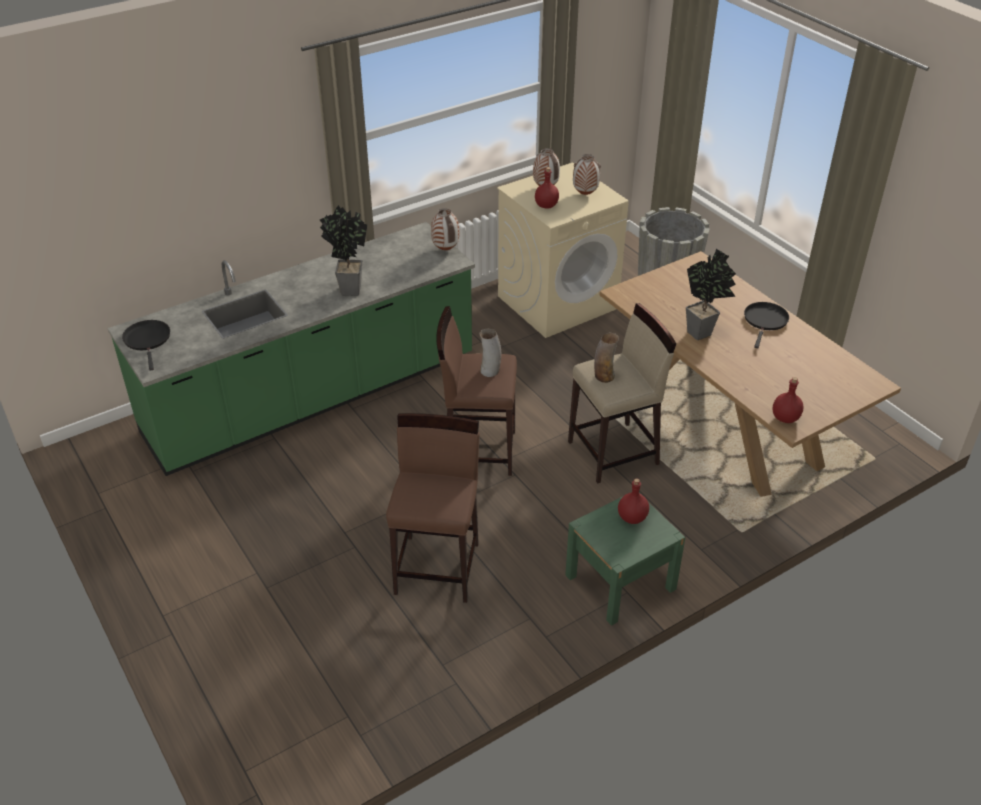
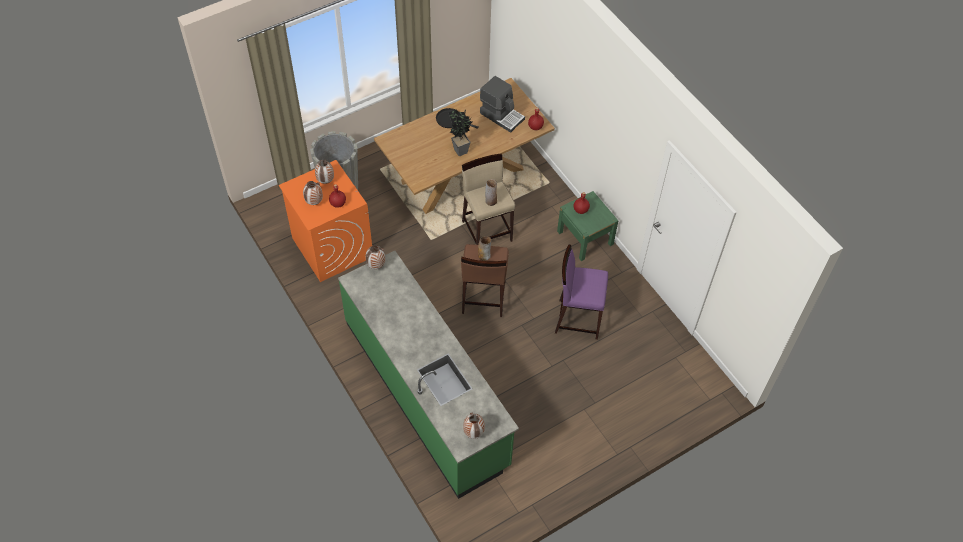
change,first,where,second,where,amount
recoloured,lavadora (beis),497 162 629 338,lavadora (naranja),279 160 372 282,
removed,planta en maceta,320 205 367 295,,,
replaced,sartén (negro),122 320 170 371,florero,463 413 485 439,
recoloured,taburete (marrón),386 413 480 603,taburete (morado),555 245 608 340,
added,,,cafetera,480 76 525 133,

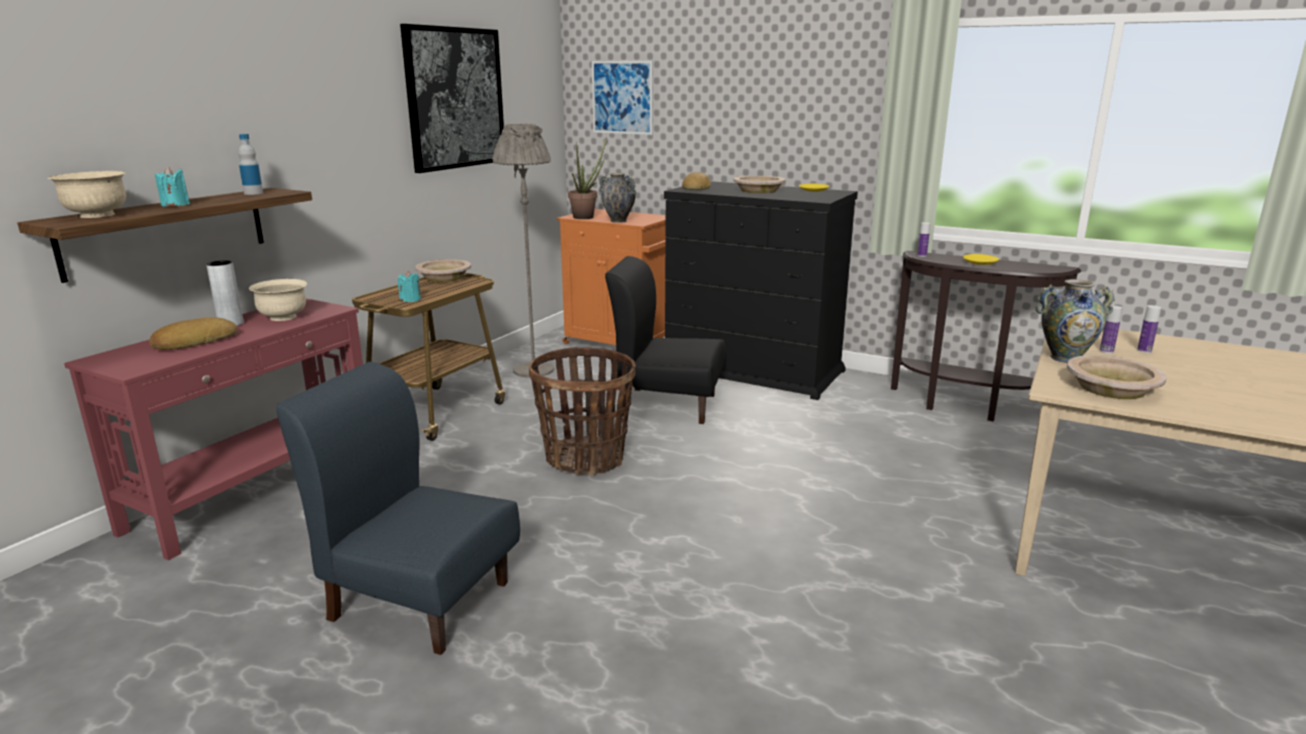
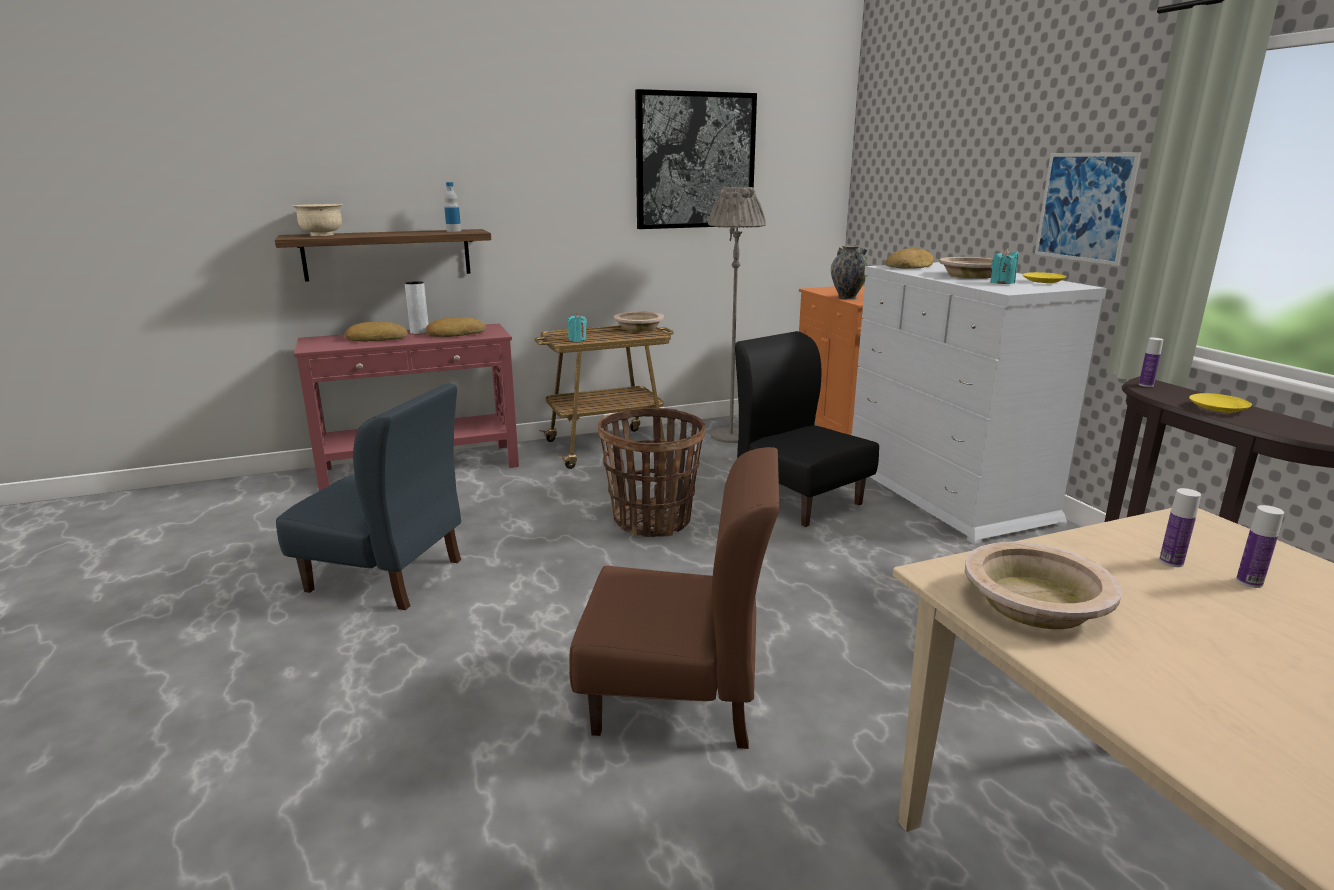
change,first,where,second,where,amount
moved,cuadro,592 61 653 135,,1035 152 1141 266,
removed,planta en maceta,568 137 607 219,,,
moved,vela (turquesa),155 166 190 207,,990 248 1018 284,
recoloured,cómoda (negro),664 181 858 400,cómoda (blanco),852 262 1107 544,
replaced,cuenco (beis),249 279 307 321,pan,425 317 486 337,
removed,florero,1036 279 1115 363,,,
turned,silla (azul),277 362 520 655,,276 384 461 610,135 degrees clockwise
added,,,silla (marrón),569 447 779 749,

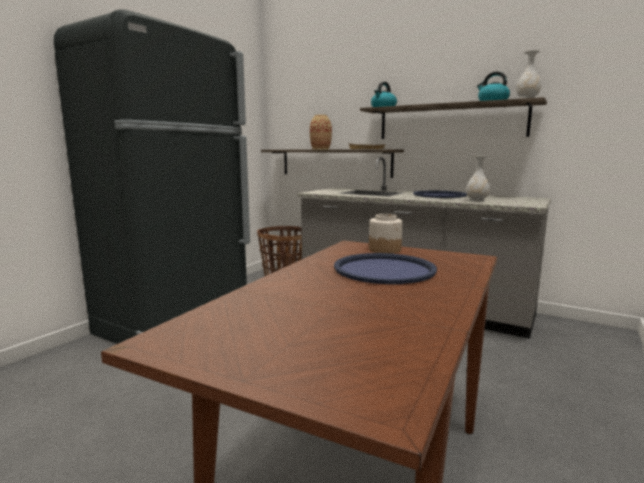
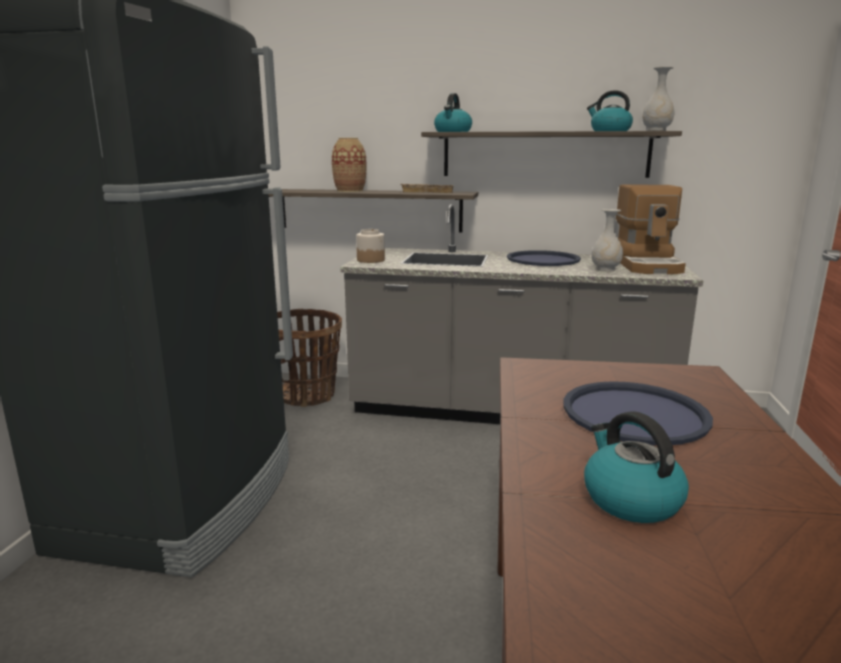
change,first,where,second,where,amount
moved,tarro,369 214 402 254,,356 229 385 263,
added,,,cafetera,616 185 686 274,
added,,,hervidor,584 411 689 523,

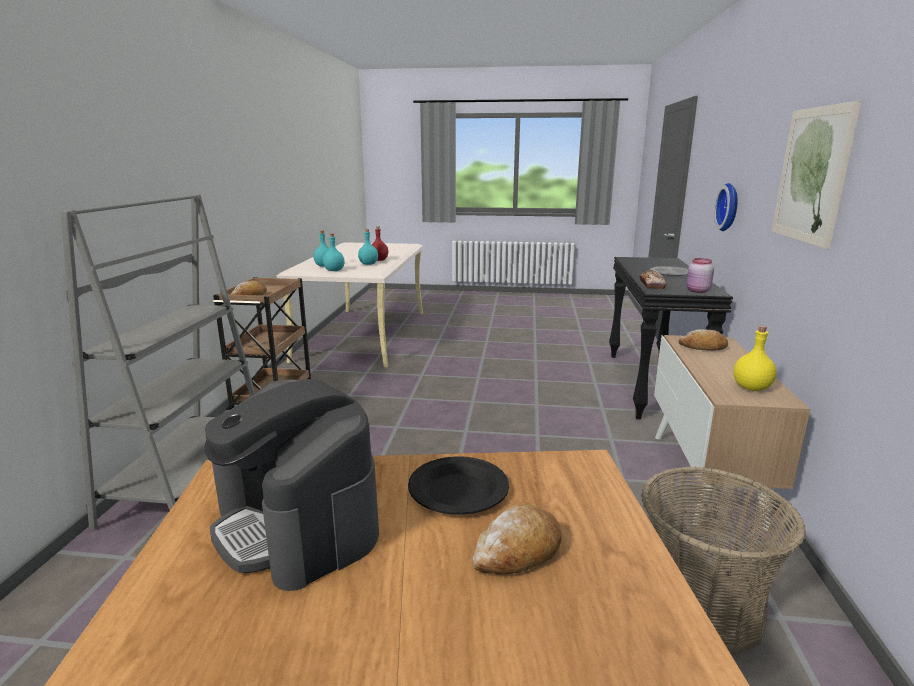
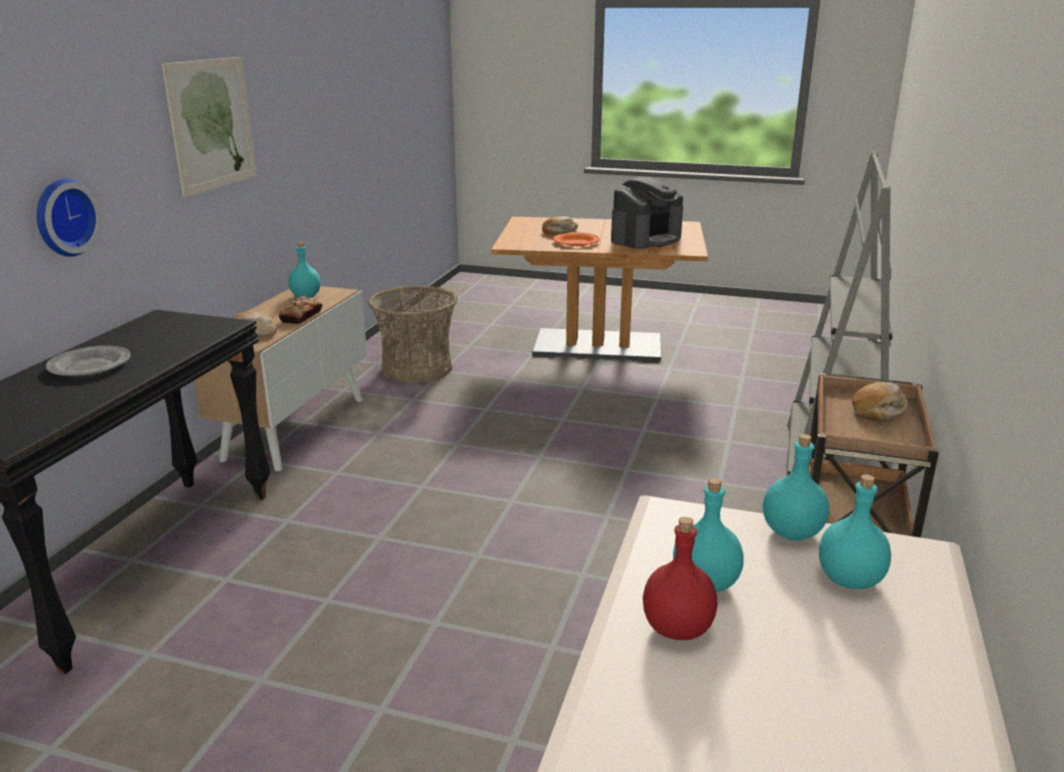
change,first,where,second,where,amount
removed,tarro (rosa),686 258 714 293,,,
moved,pan,639 270 667 289,,279 296 322 324,
recoloured,botella (amarillo),733 326 777 391,botella (turquesa),288 242 321 298,
turned,cafetera,205 379 379 591,,611 177 683 249,75 degrees clockwise
recoloured,plato (negro),408 456 509 515,plato (naranja),553 233 600 246,

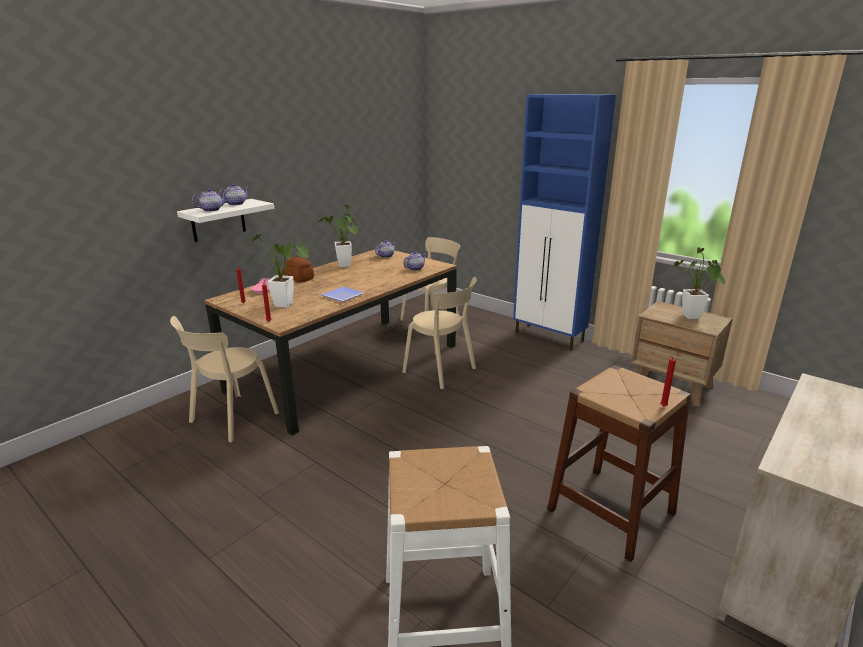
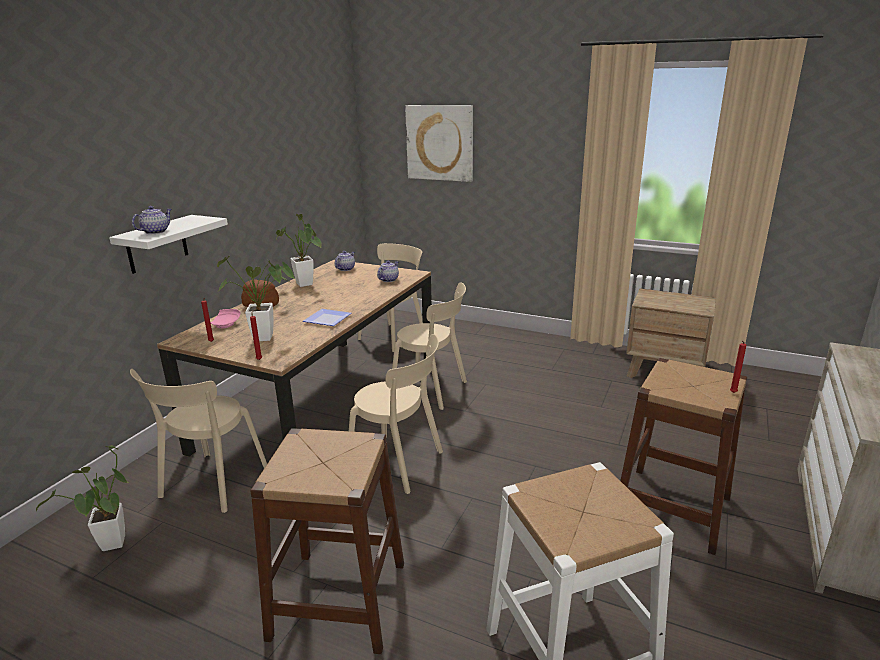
change,first,where,second,where,amount
removed,armario (azul),513 94 616 350,,,
removed,tetera,218 184 249 205,,,
moved,planta en maceta,674 247 725 319,,36 445 128 551,
added,,,cuadro,405 105 473 182,
added,,,silla (beis),349 334 443 494,
added,,,taburete (marrón),250 428 404 654,

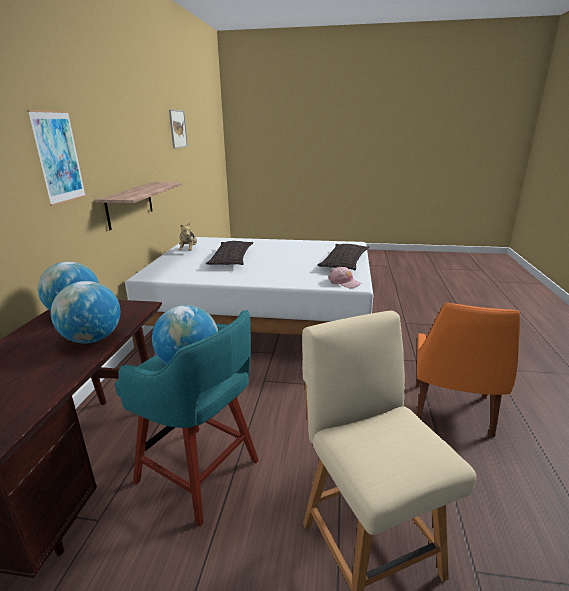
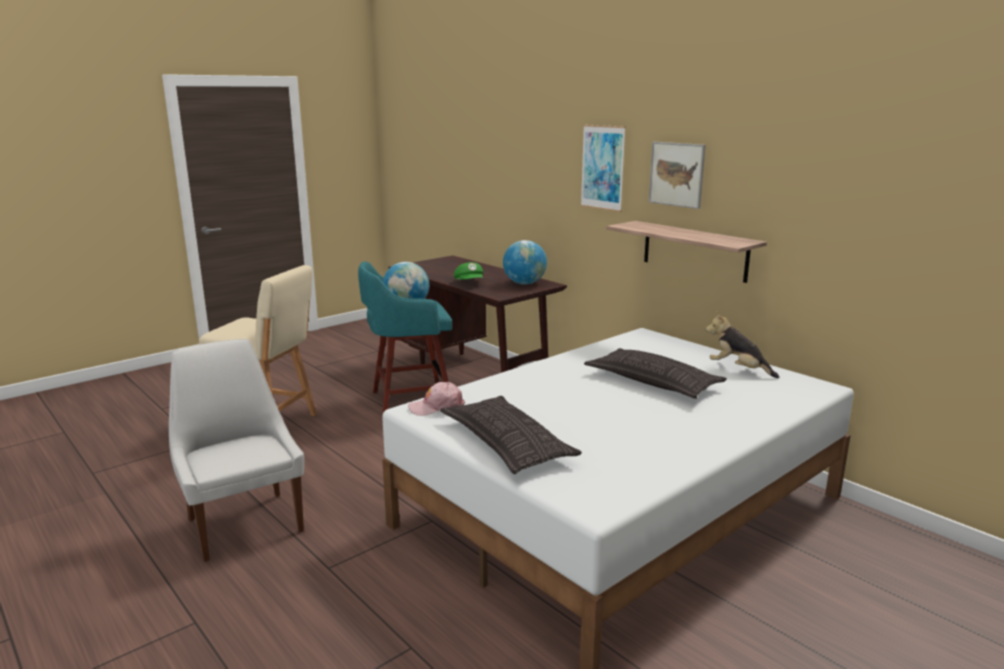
change,first,where,second,where,amount
moved,cuadro,169 110 188 149,,648 142 706 209,
replaced,globo terráqueo,51 281 120 344,gorra (verde),454 262 484 280,
recoloured,silla (naranja),416 303 520 437,silla (blanco),169 339 304 562,

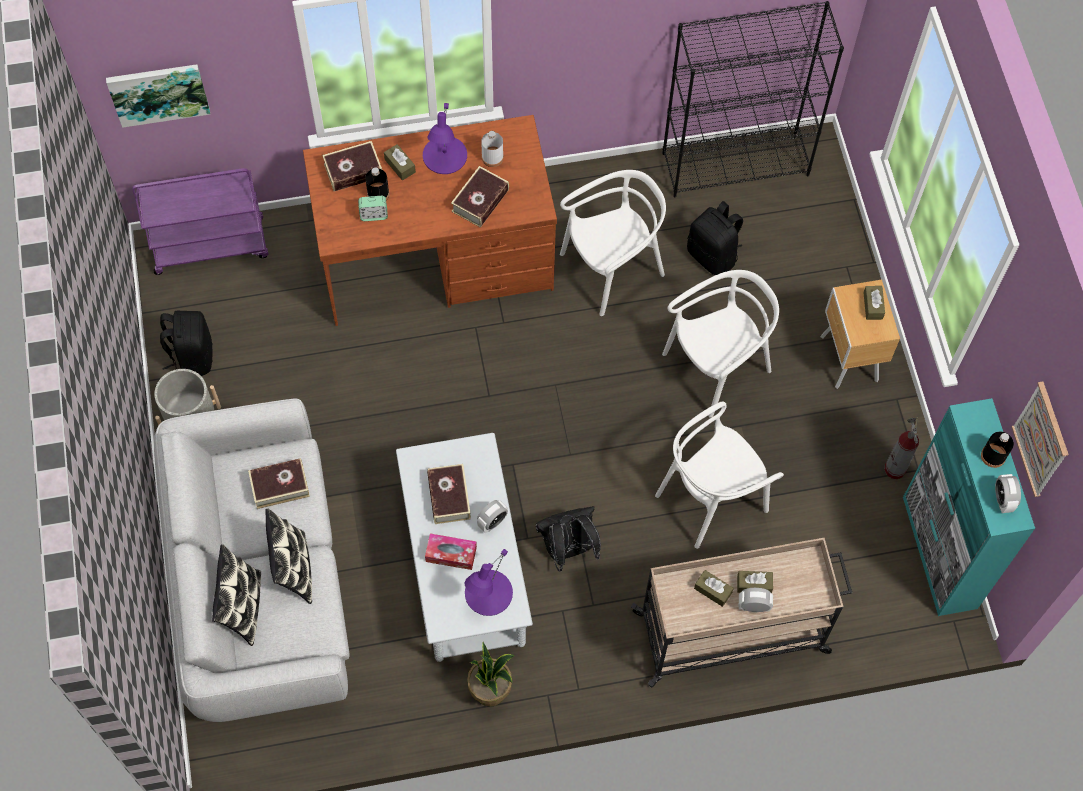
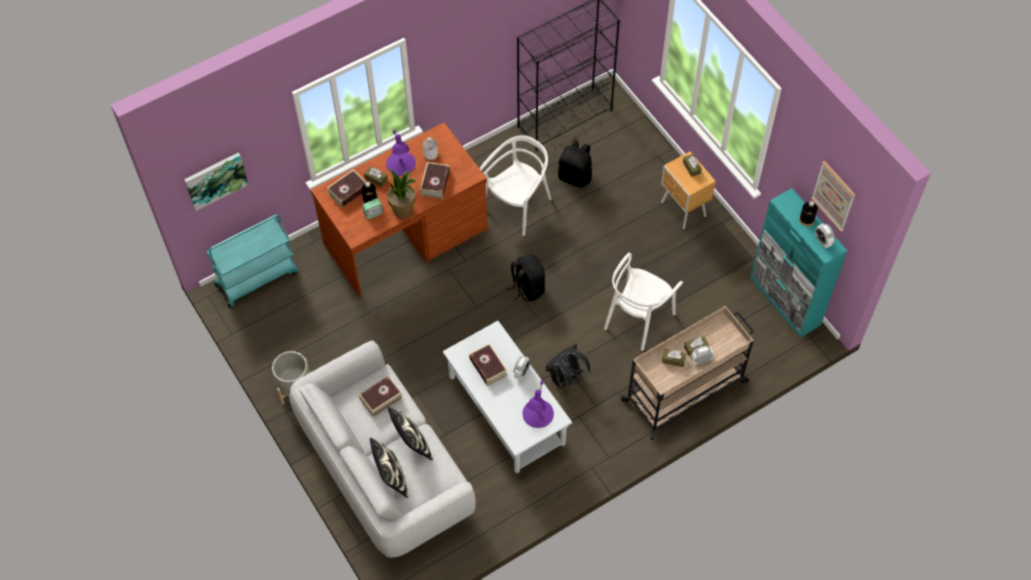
change,first,where,second,where,amount
recoloured,carrito (morado),132 168 268 275,carrito (turquesa),207 214 298 308,
removed,silla (blanco),662 270 779 418,,,
moved,mochila (negro),160 310 213 376,,506 254 545 302,
removed,extintor,884 417 919 479,,,
removed,caja de pañuelos,425 533 477 570,,,
moved,planta en maceta,467 642 514 707,,387 169 417 218,

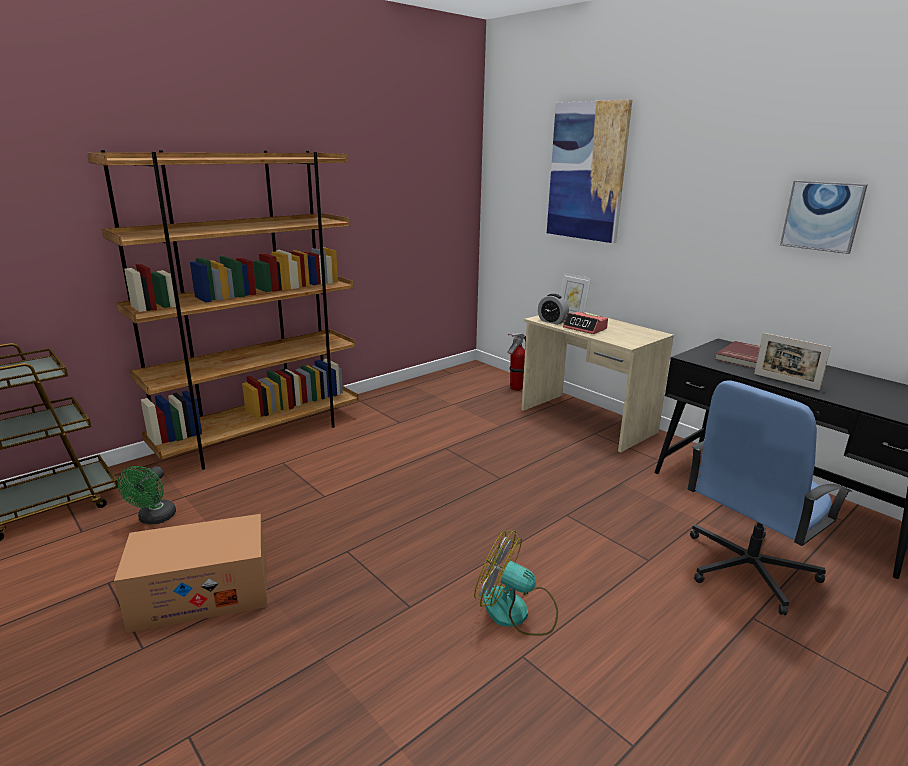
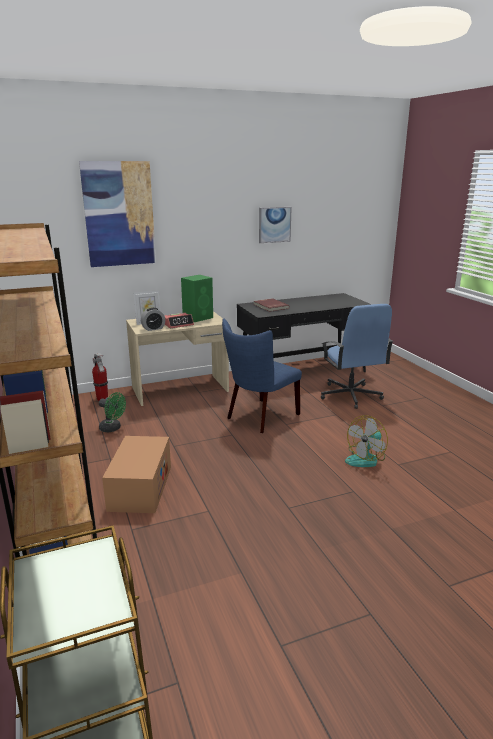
change,first,where,second,where,amount
removed,portarretratos,754 333 831 390,,,
moved,ventilador (verde),117 466 176 524,,99 392 126 432,
moved,caja de cartón,114 514 267 633,,102 436 171 513,
added,,,altavoz (verde),181 275 213 322,
added,,,silla (azul),222 319 302 433,

